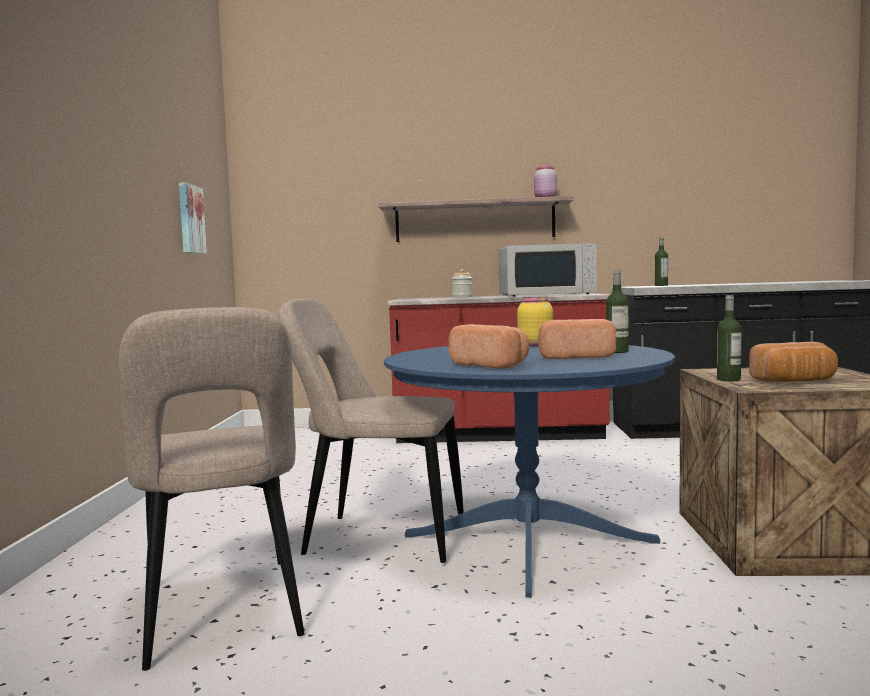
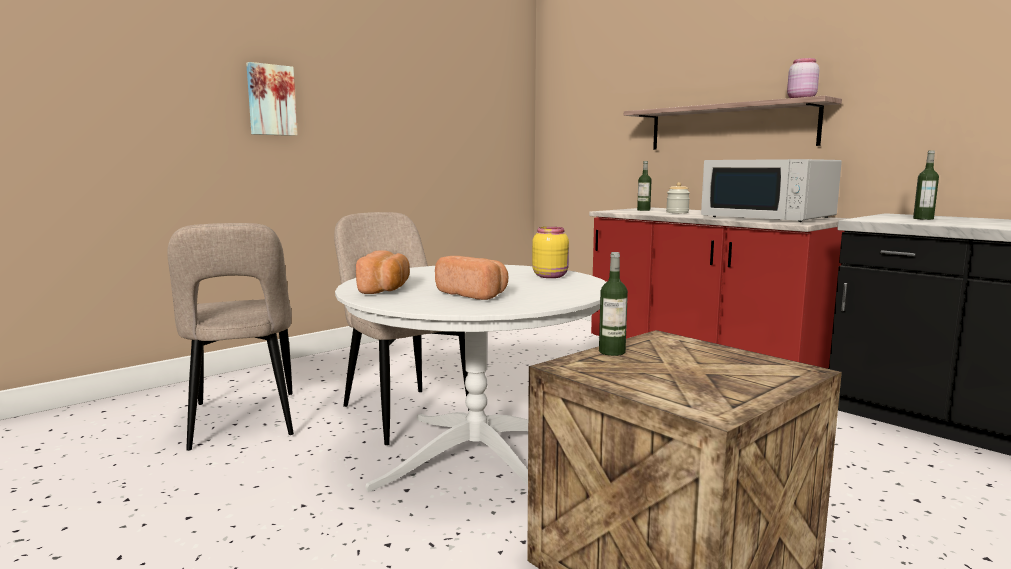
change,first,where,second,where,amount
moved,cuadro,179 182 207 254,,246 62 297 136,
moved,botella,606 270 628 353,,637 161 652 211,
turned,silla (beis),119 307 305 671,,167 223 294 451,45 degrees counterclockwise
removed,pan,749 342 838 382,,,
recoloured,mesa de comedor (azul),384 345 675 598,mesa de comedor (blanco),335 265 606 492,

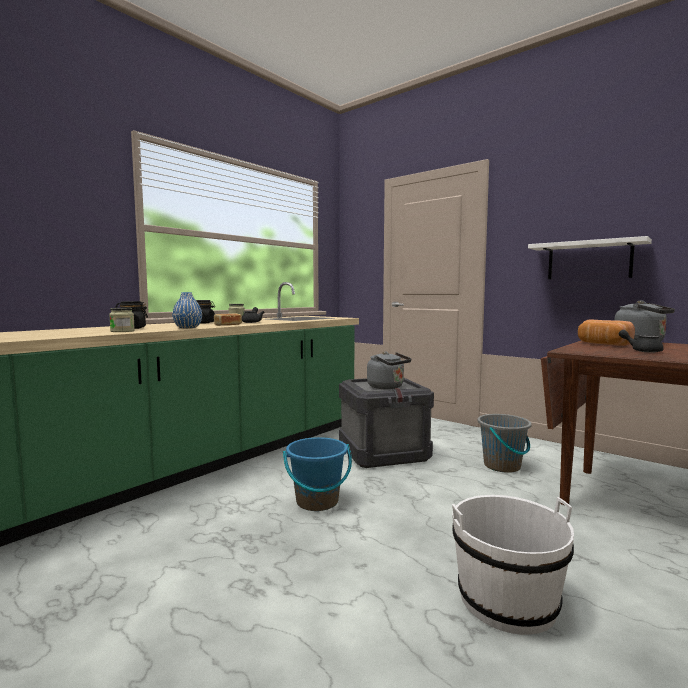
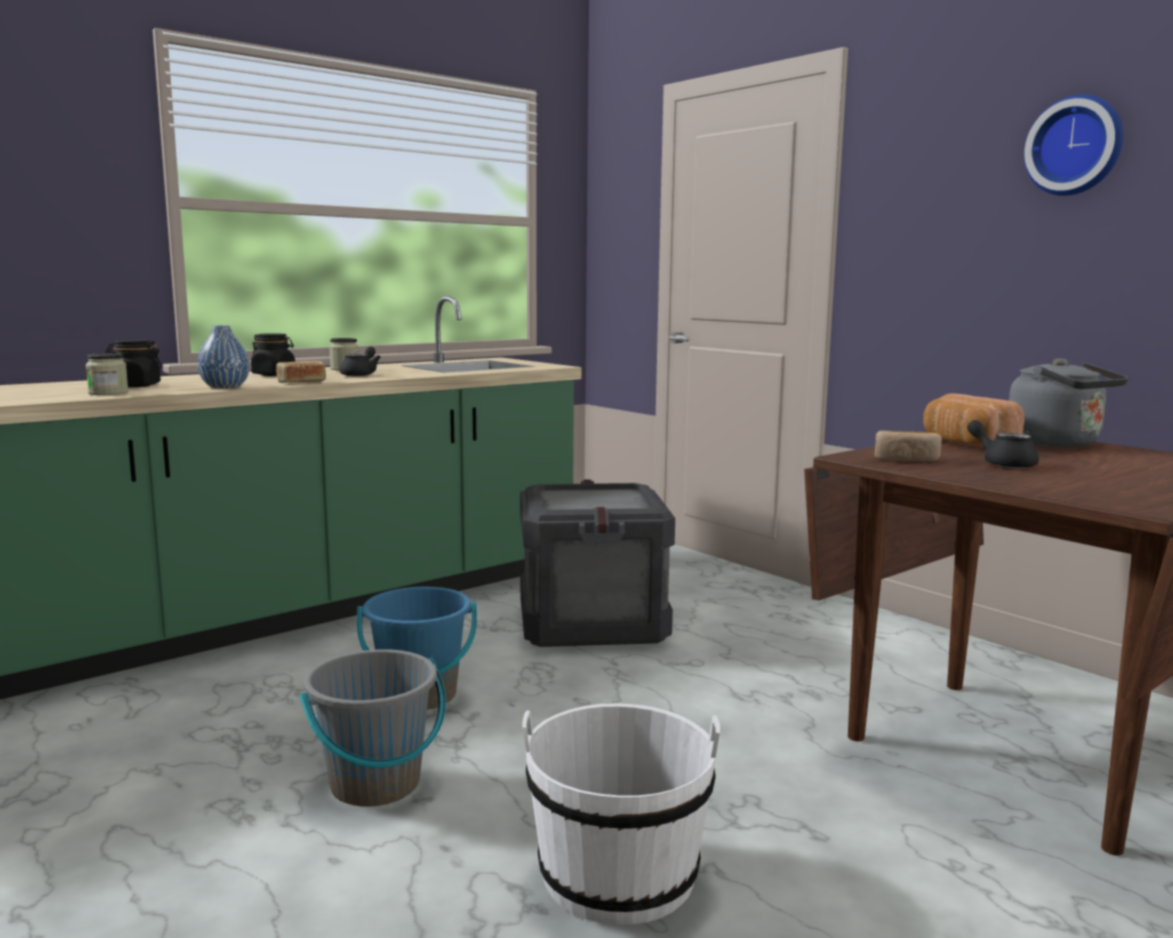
change,first,where,second,where,amount
removed,estante (blanco),528 236 652 279,,,
removed,hervidor (gris),367 352 411 389,,,
moved,cubo (gris),477 414 532 473,,300 649 446 807,
added,,,reloj de pared,1024 94 1123 196,
added,,,pan,874 431 942 461,

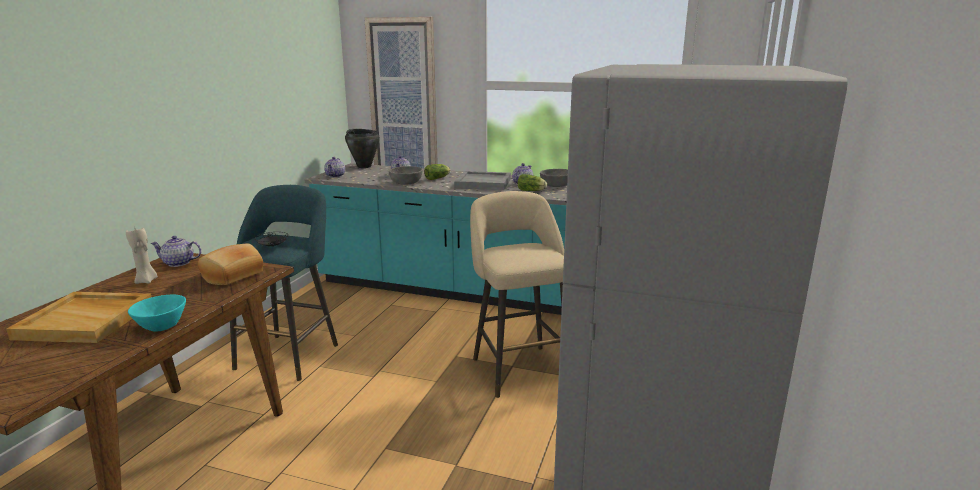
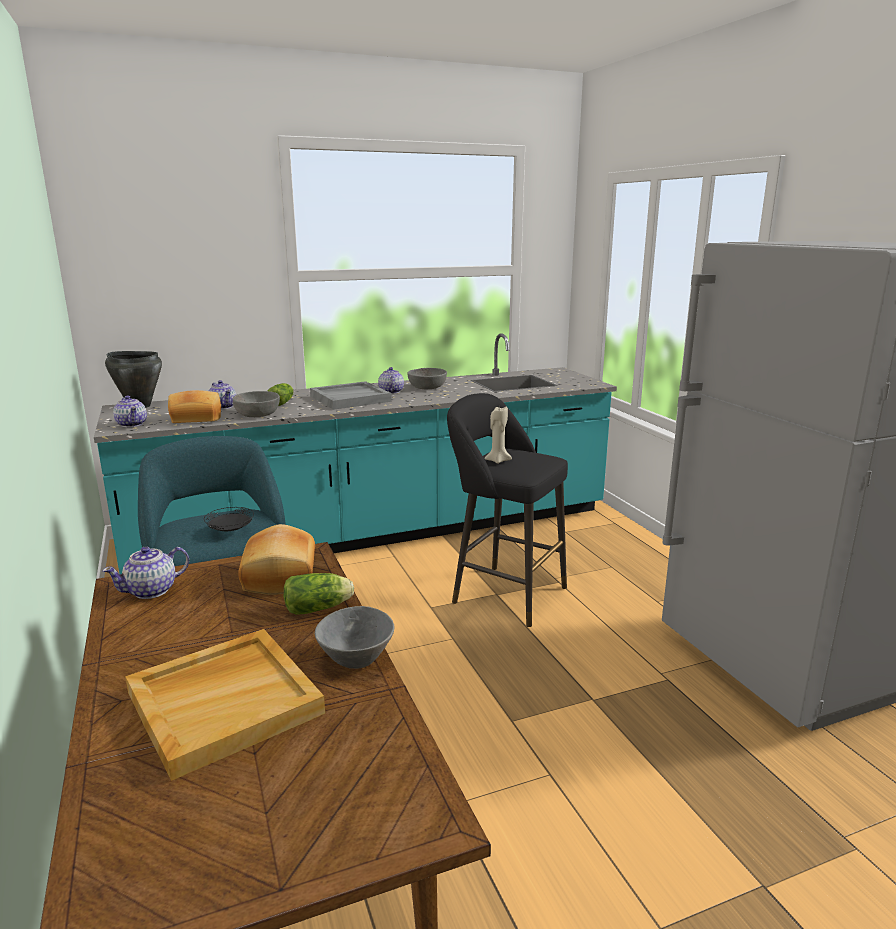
change,first,where,second,where,amount
removed,cuadro,364 17 438 169,,,
moved,lechuga,518 174 547 191,,284 573 354 615,
recoloured,taburete (beis),470 191 564 398,taburete (negro),447 393 568 627,
moved,vela (beis),126 228 158 284,,484 406 512 464,
recoloured,cuenco (turquesa),128 295 186 332,cuenco (gris),315 606 394 669,
added,,,pan,168 390 221 423,

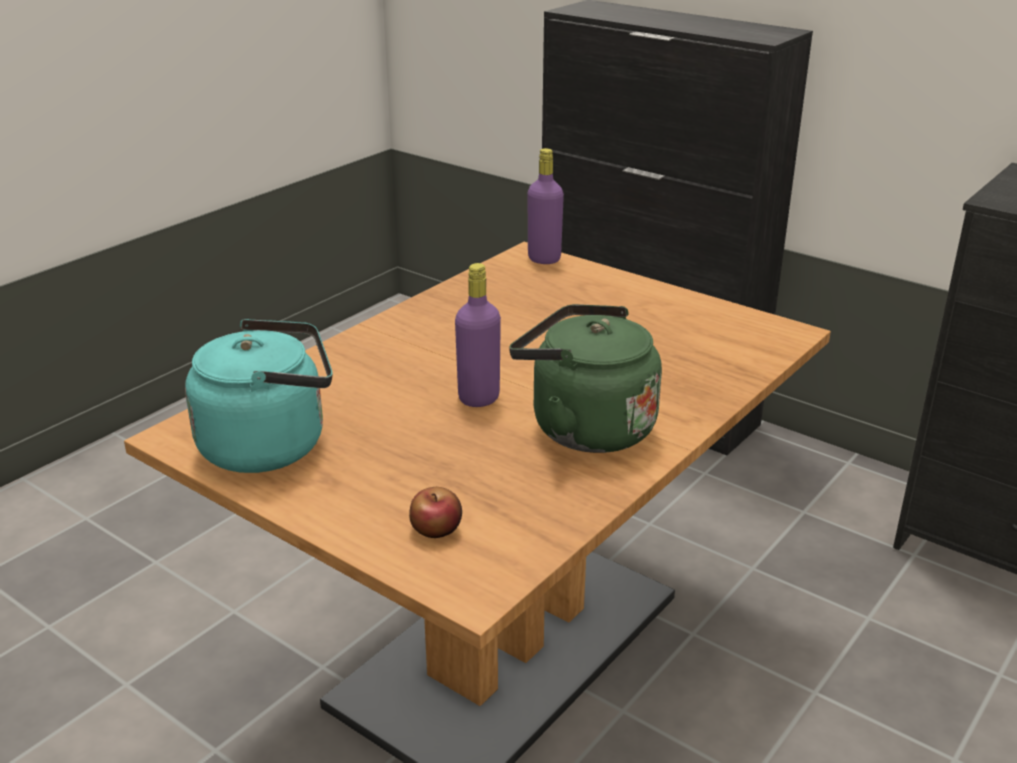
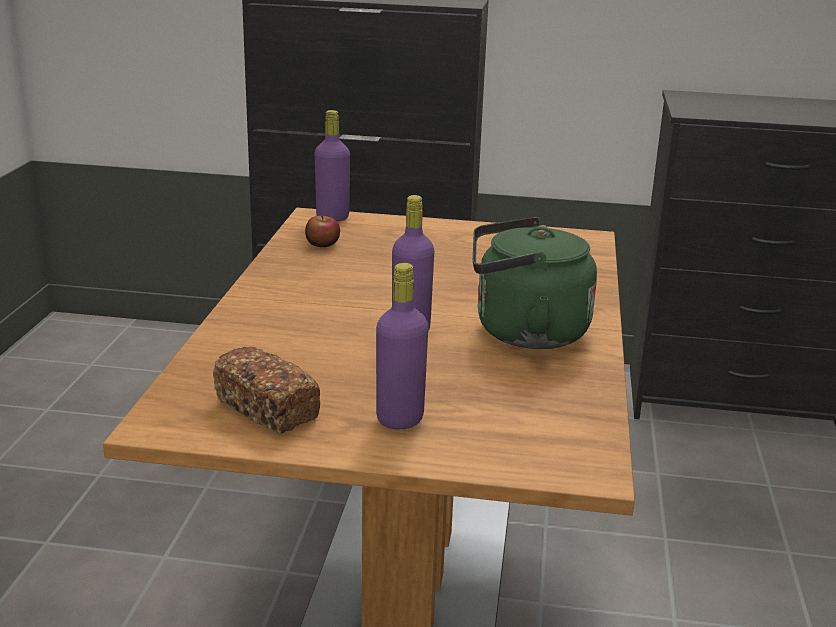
change,first,where,second,where,amount
replaced,hervidor (turquesa),185 319 333 473,pan,213 347 320 433,
moved,manzana,409 487 462 538,,305 216 340 247,
added,,,botella (morado),376 263 428 429,

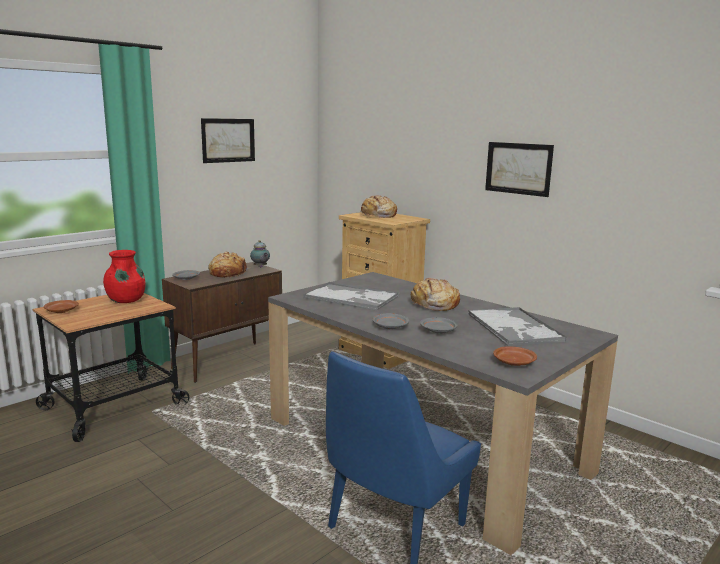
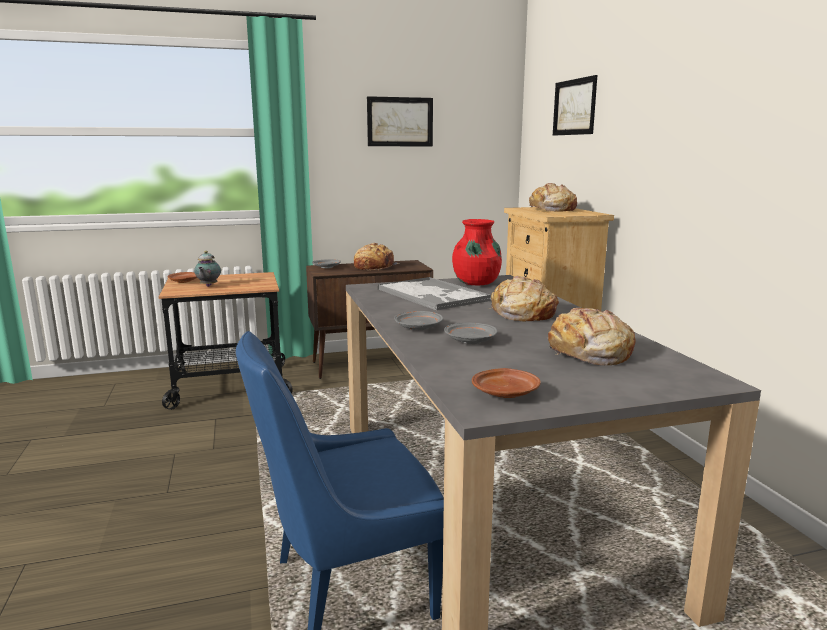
change,first,where,second,where,amount
moved,cuadro,485 142 554 197,,553 75 597 136,
moved,tetera,250 240 270 268,,194 251 221 287,
moved,florero (rojo),103 250 145 303,,452 219 502 286,
replaced,bandeja,467 307 567 346,pan,547 308 636 365,

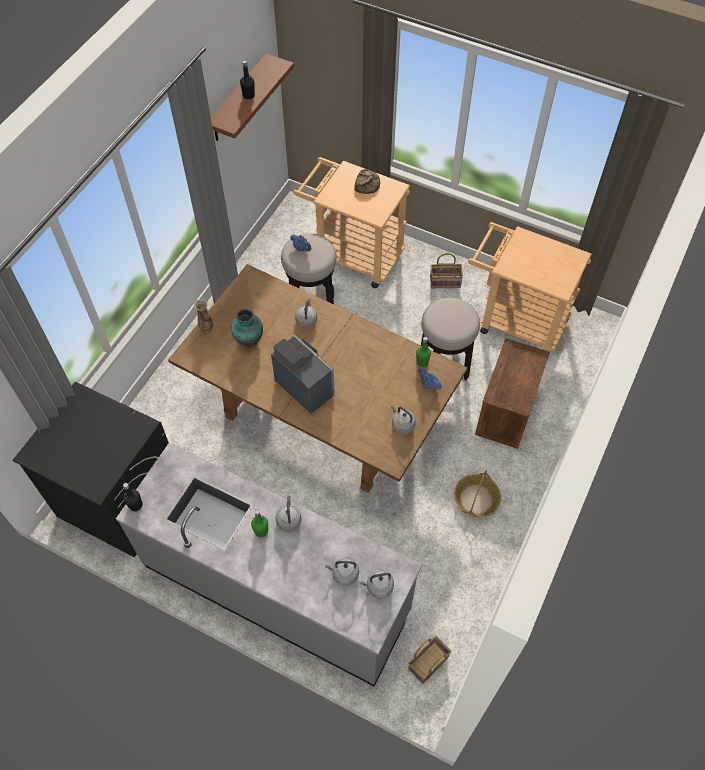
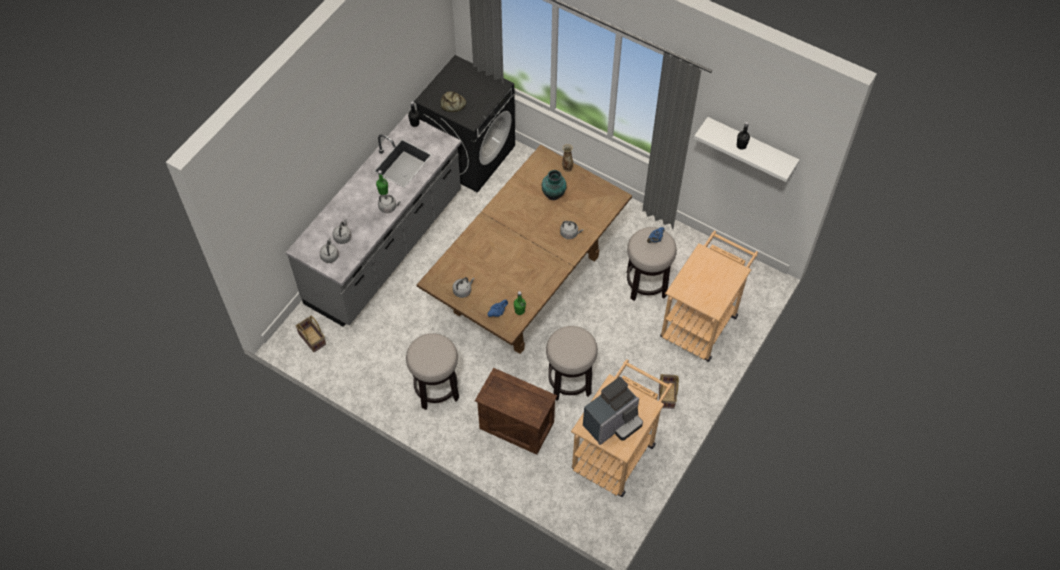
change,first,where,second,where,amount
recoloured,estante (marrón),211 53 294 141,estante (blanco),694 117 799 182,
moved,pan,355 169 380 194,,440 91 467 112,
moved,cafetera,271 335 335 414,,583 377 643 445,
replaced,cesta,454 471 501 517,taburete,406 333 459 410,

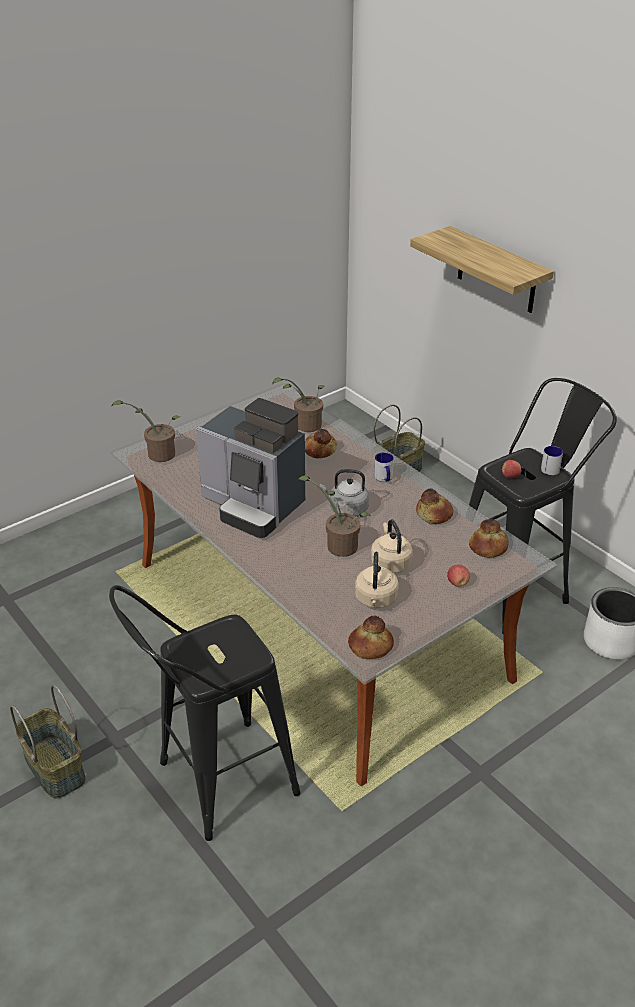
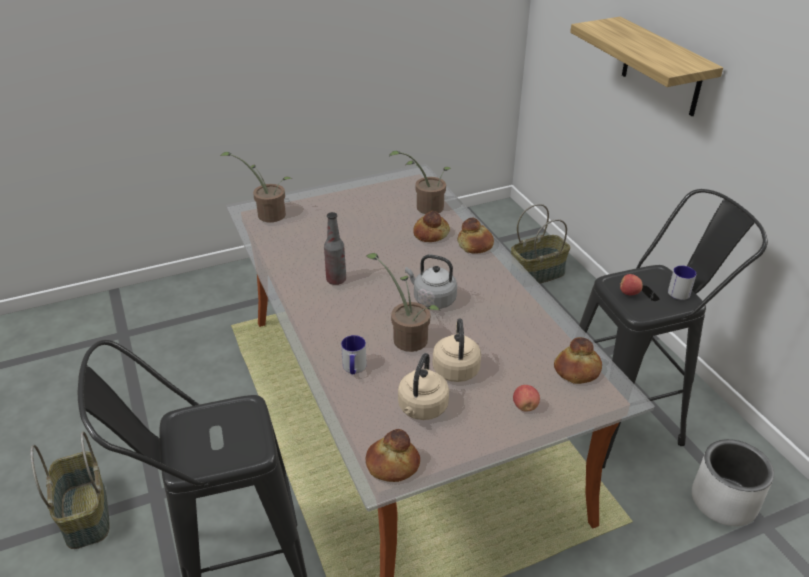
change,first,where,second,where,amount
replaced,cafetera,196 398 305 538,botella,324 212 346 285,
moved,taza grande,374 452 394 482,,341 335 367 374,
moved,pan,416 489 453 524,,458 218 494 254,

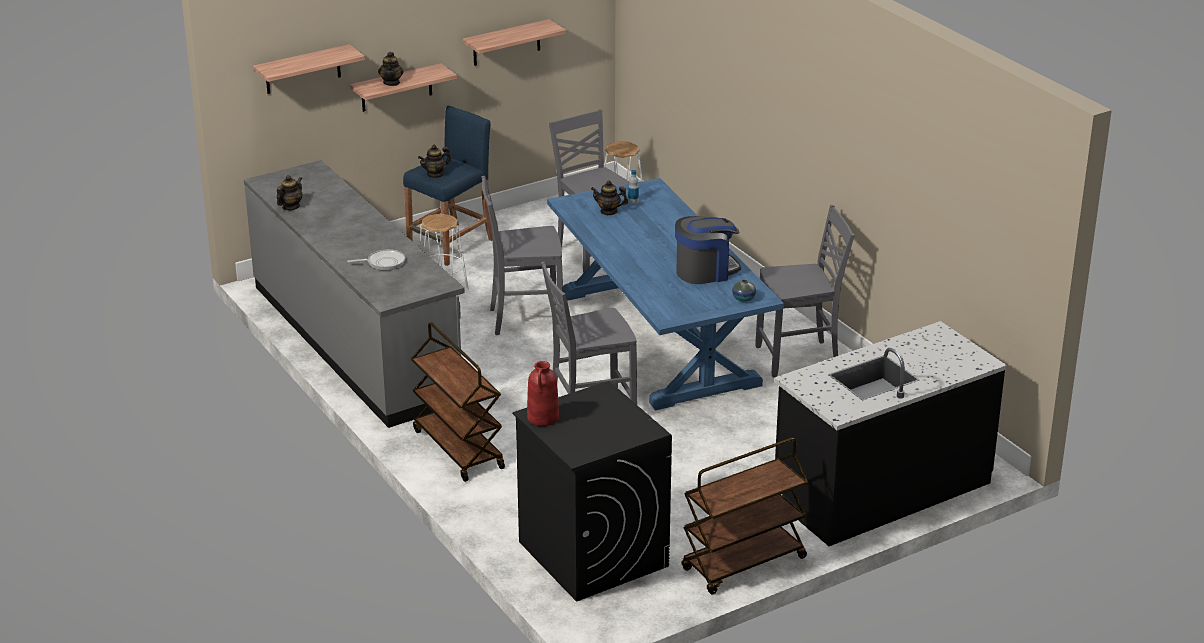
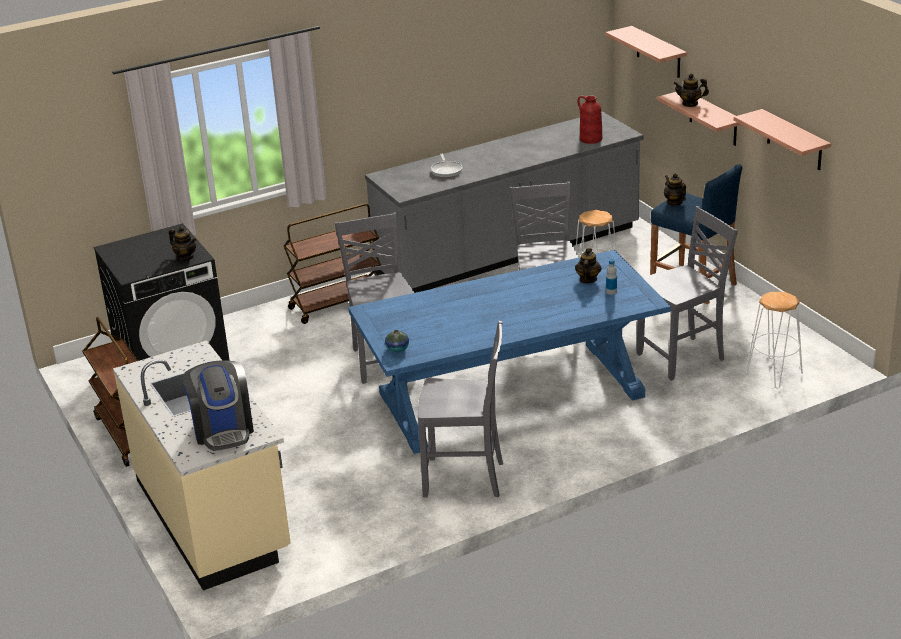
change,first,where,second,where,amount
moved,tetera,277 175 302 210,,169 226 196 261,
turned,silla (gris),755 205 855 378,,418 321 503 497,75 degrees counterclockwise
moved,cafetera,675 216 741 284,,182 360 254 451,
recoloured,mueble bajo de cocina (negro),774 321 1007 546,mueble bajo de cocina (beis),113 340 291 591,
moved,florero (rojo),527 361 559 426,,577 96 602 144,

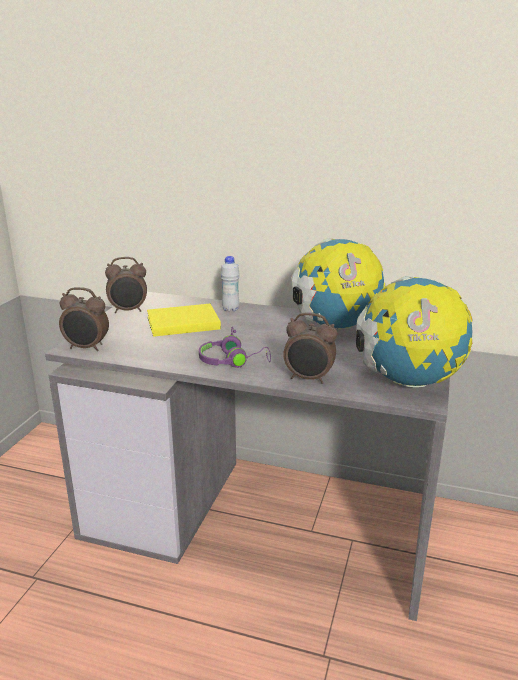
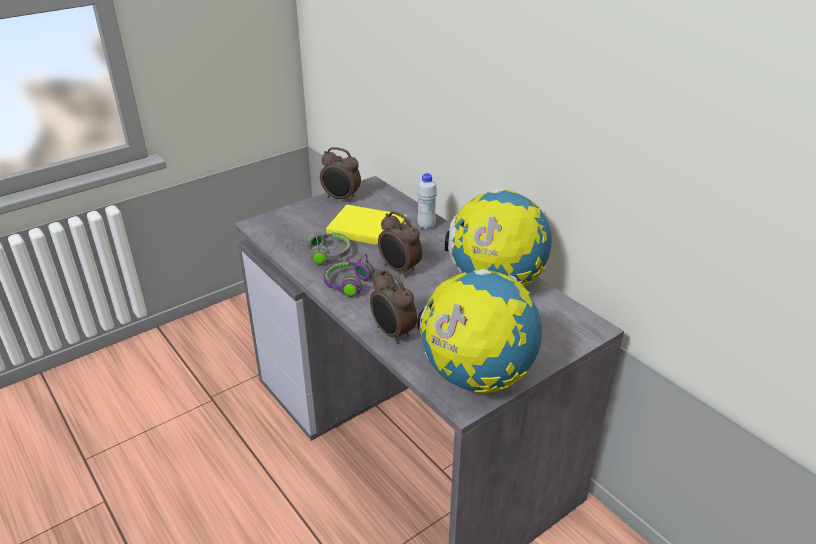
change,first,where,second,where,amount
moved,despertador,59 287 109 351,,378 211 422 277,
added,,,auriculares (gris),285 231 351 265,

